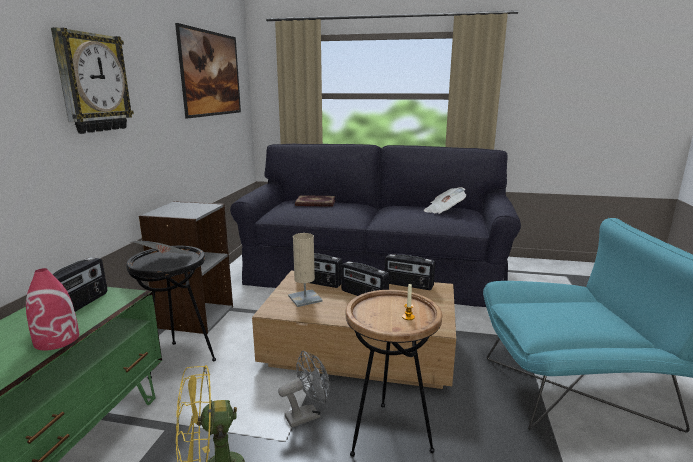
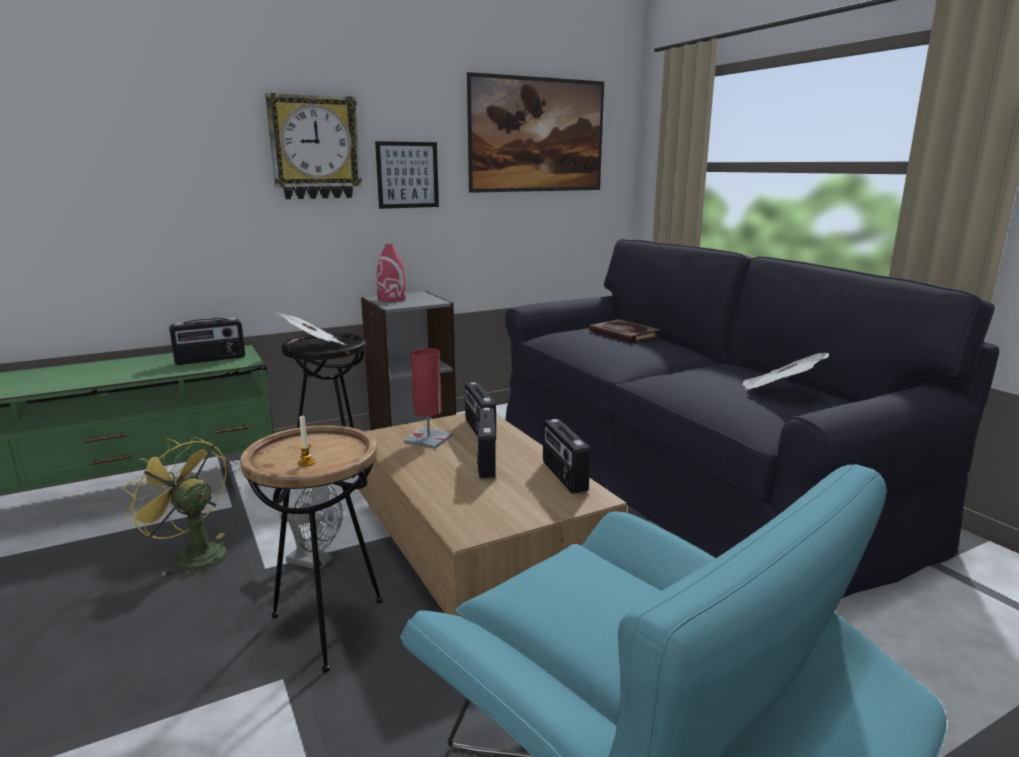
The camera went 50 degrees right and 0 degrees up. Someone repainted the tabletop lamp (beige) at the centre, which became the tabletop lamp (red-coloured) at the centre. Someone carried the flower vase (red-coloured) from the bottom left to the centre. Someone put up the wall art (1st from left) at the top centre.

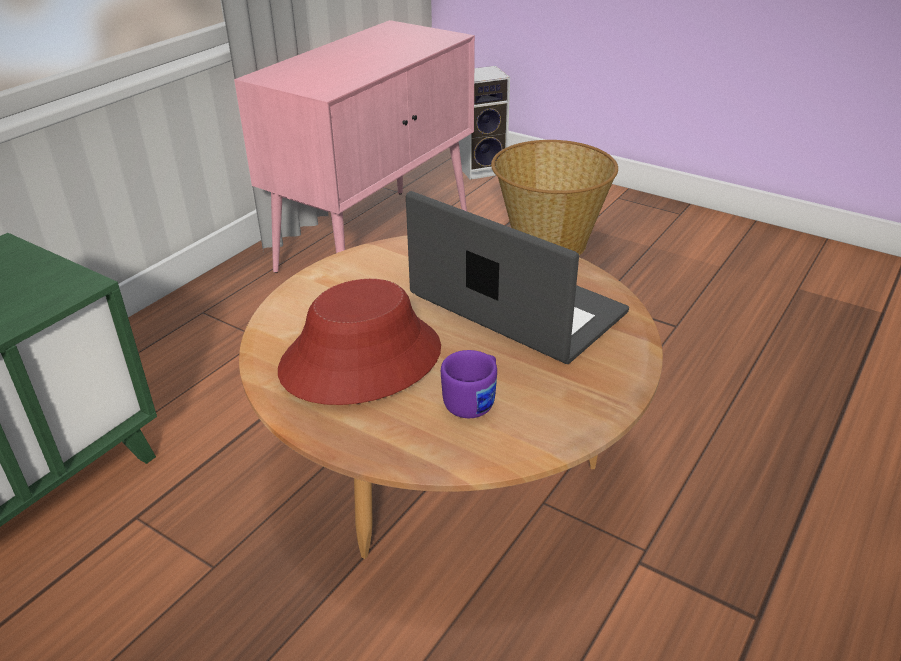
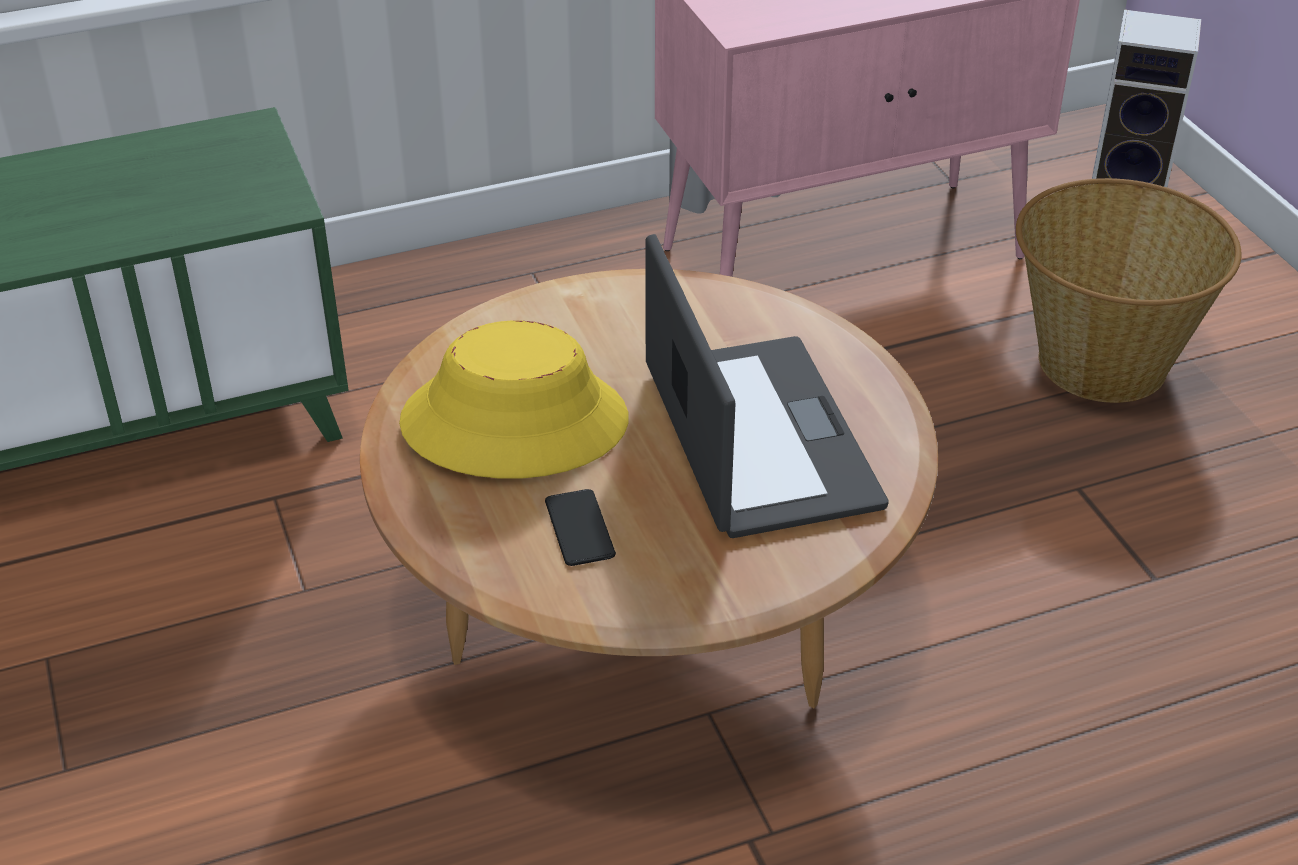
The camera went 35 degrees right and 5 degrees up. Someone repainted the hat (red-coloured) at the centre, which became the hat (yellow-coloured) at the centre. Someone swapped the mug (purple) at the centre for the telephone at the centre.

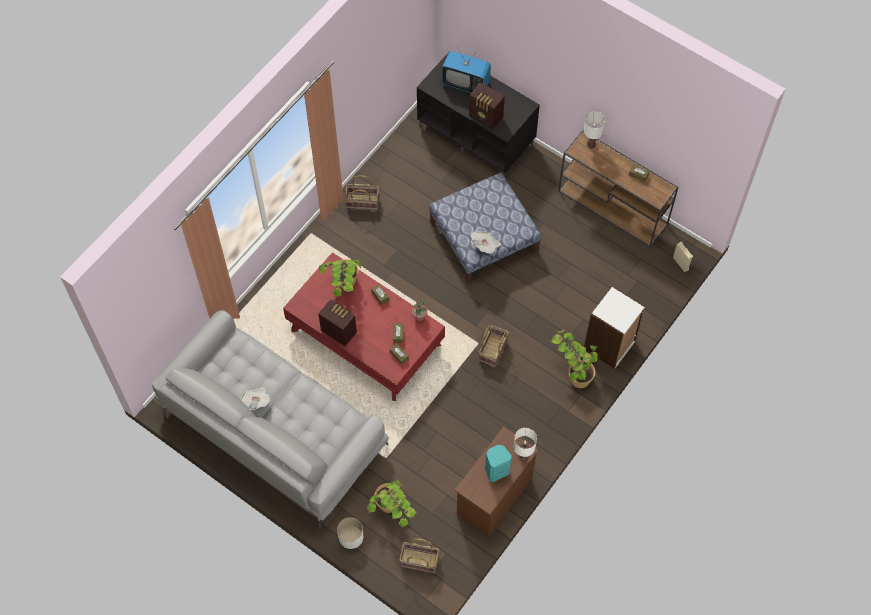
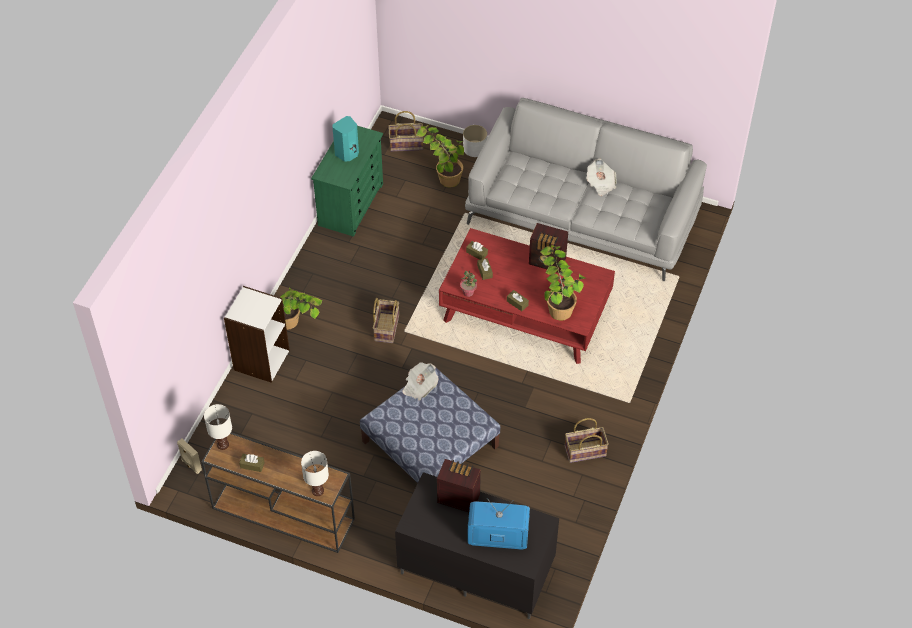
The camera went 165 degrees right and 10 degrees down. Someone repainted the drawer chest (brown-coloured) at the bottom centre, which became the drawer chest (greenish) at the top centre. Someone carried the tabletop lamp (white) (1st from left) from the bottom centre to the bottom left.

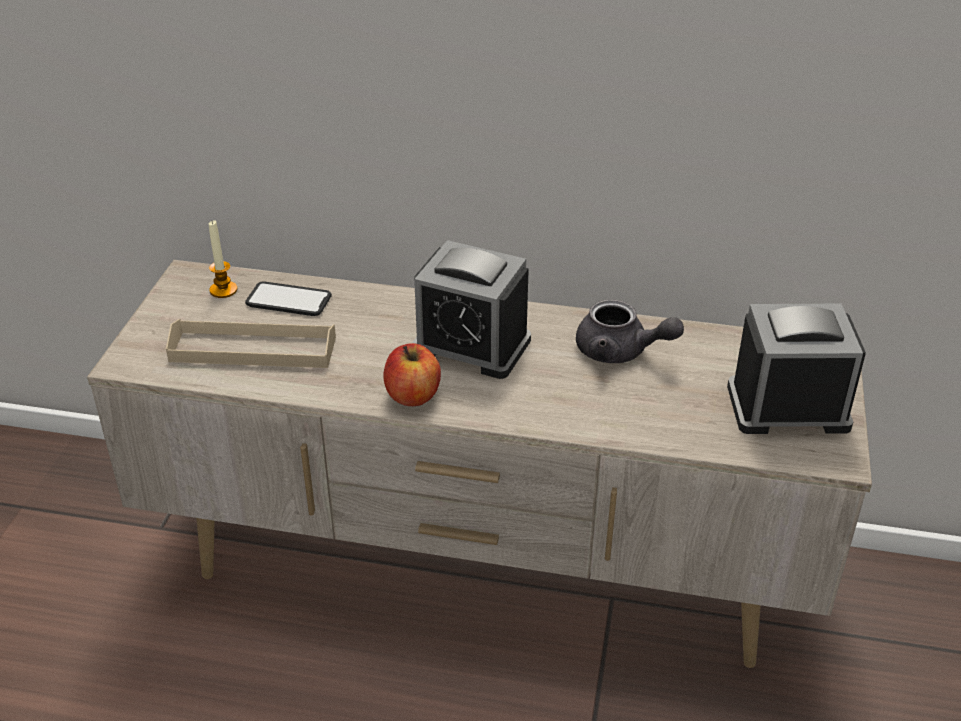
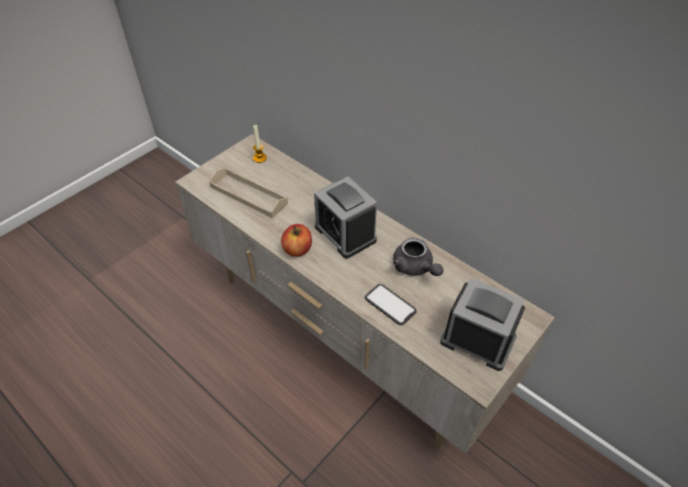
The camera went 30 degrees right and 10 degrees up. Someone carried the telephone from the middle left to the centre.

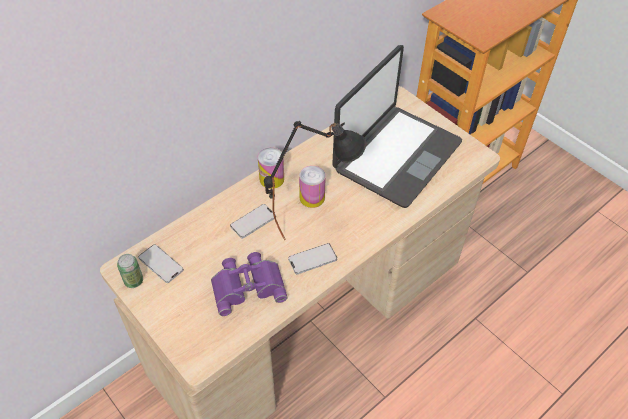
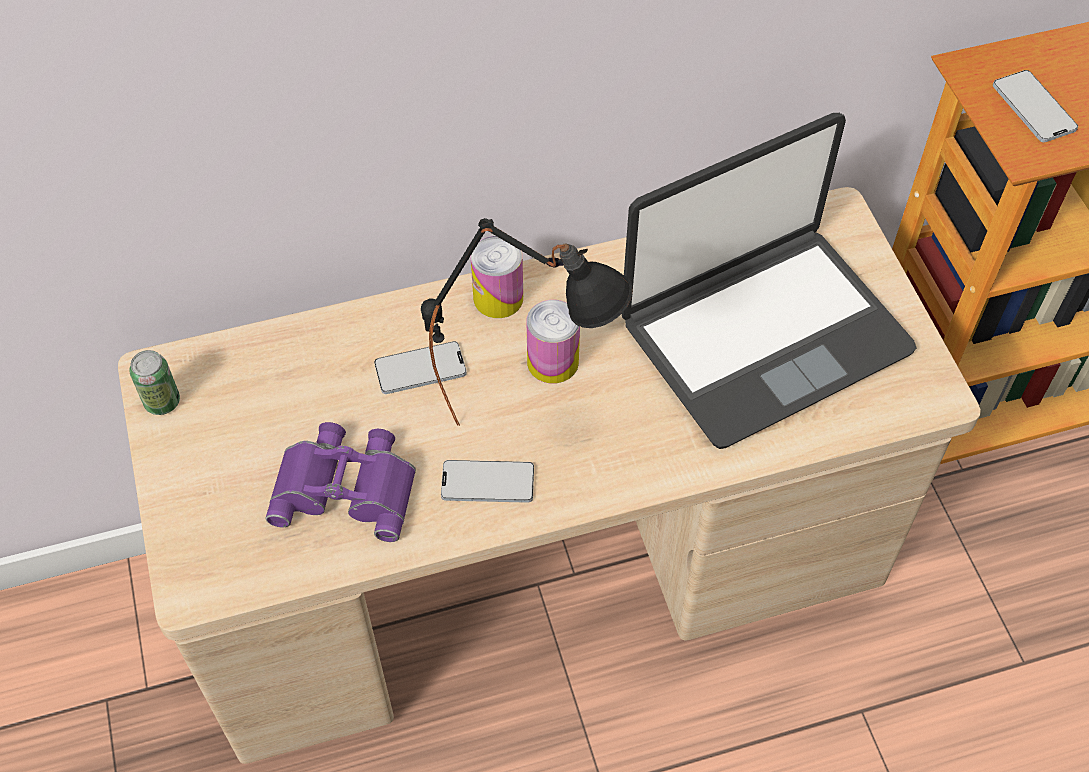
The camera went 25 degrees right and 5 degrees up. Someone carried the telephone (1st from left in the first image) from the middle left to the top right.

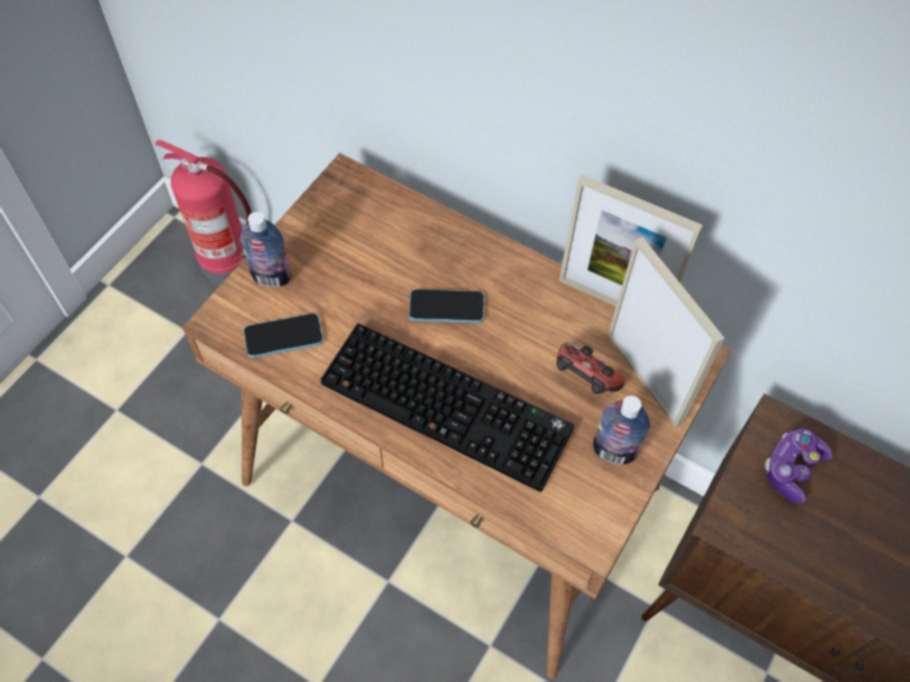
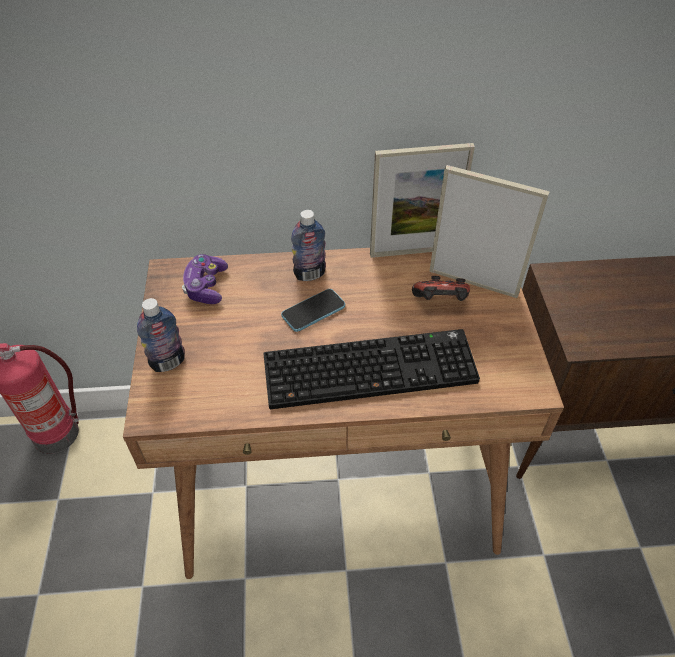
The camera went 35 degrees left and 10 degrees down. Someone took away the telephone (1st from left) at the middle left. Someone carried the beverage bottle (2nd from left) from the middle right to the centre. Someone carried the gamepad (2nd from left in the first image) from the bottom right to the middle left.

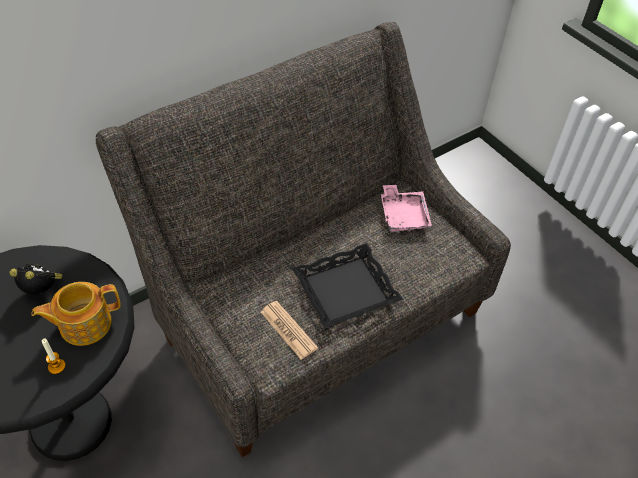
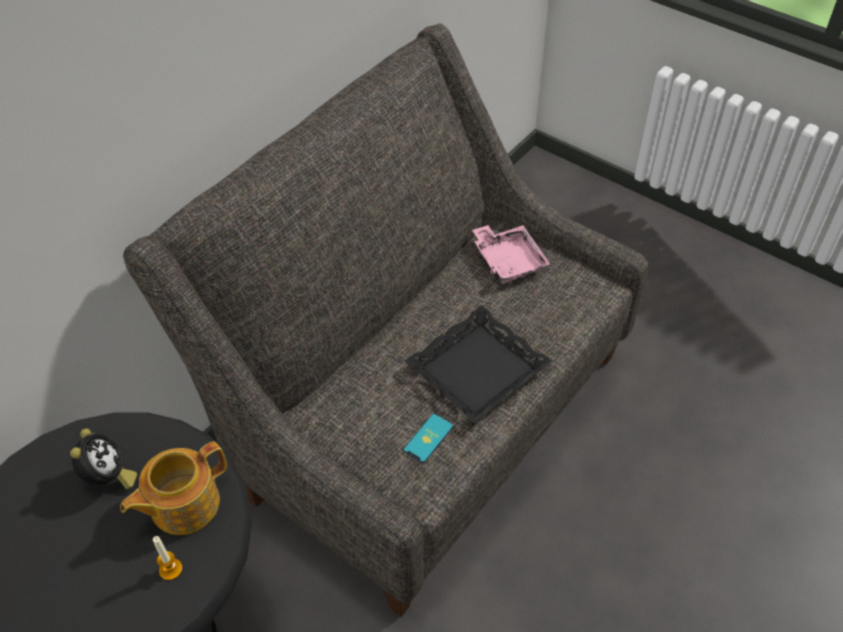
The camera went 15 degrees left and 0 degrees up. Someone rotated the table clock at the middle left by 90 degrees clockwise. Someone swapped the daily paper at the bottom centre for the telephone at the bottom centre.

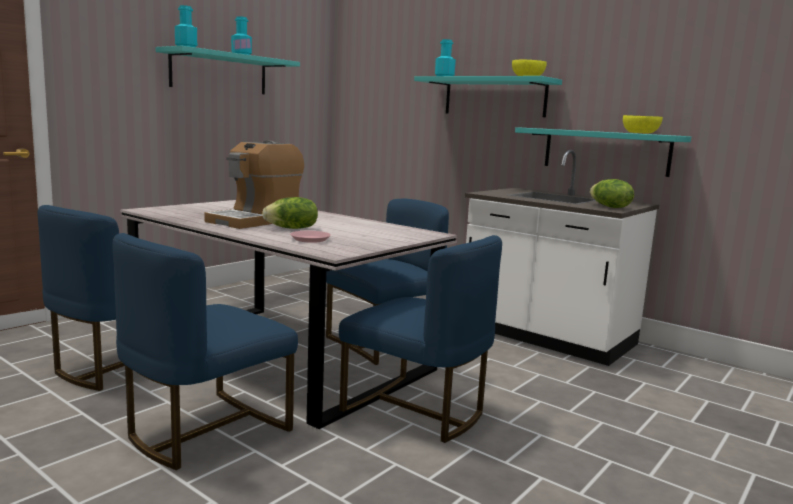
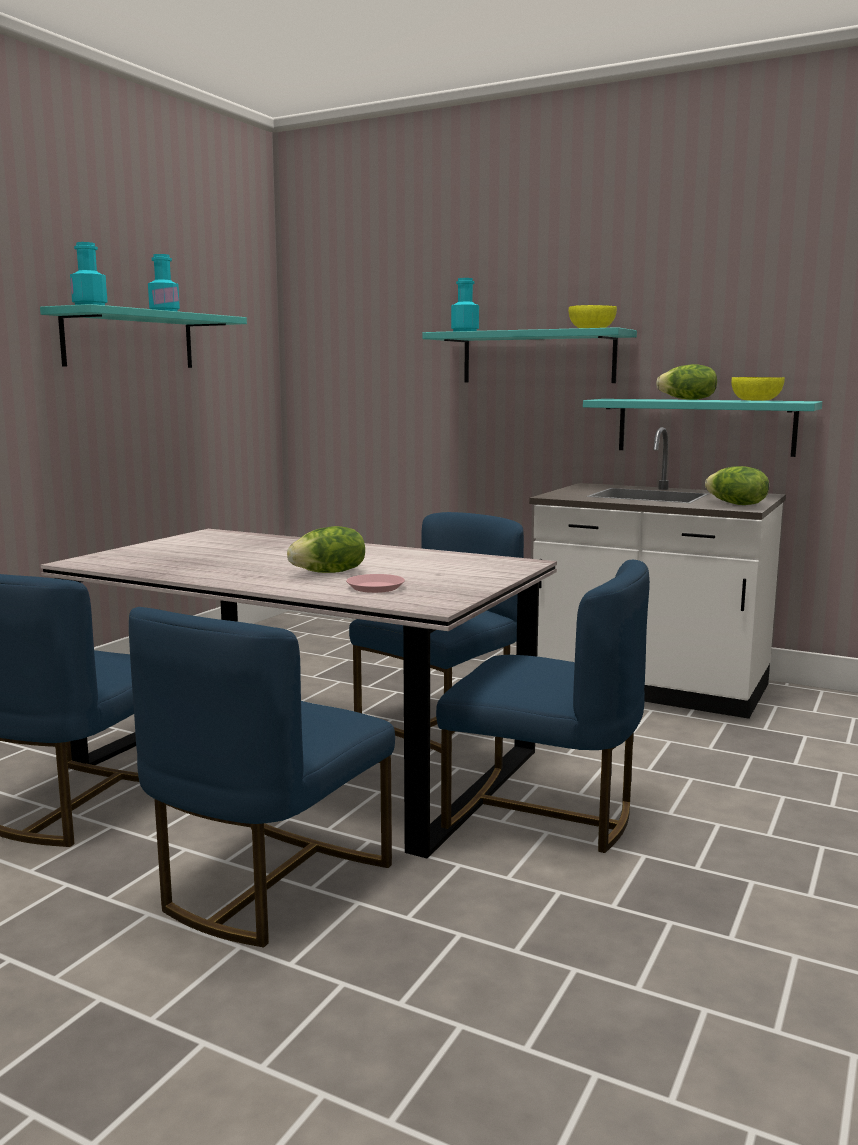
The camera went 10 degrees left and 0 degrees up. Someone took away the coffee machine at the middle left. Someone put down the lettuce head (2nd from left) at the middle right.

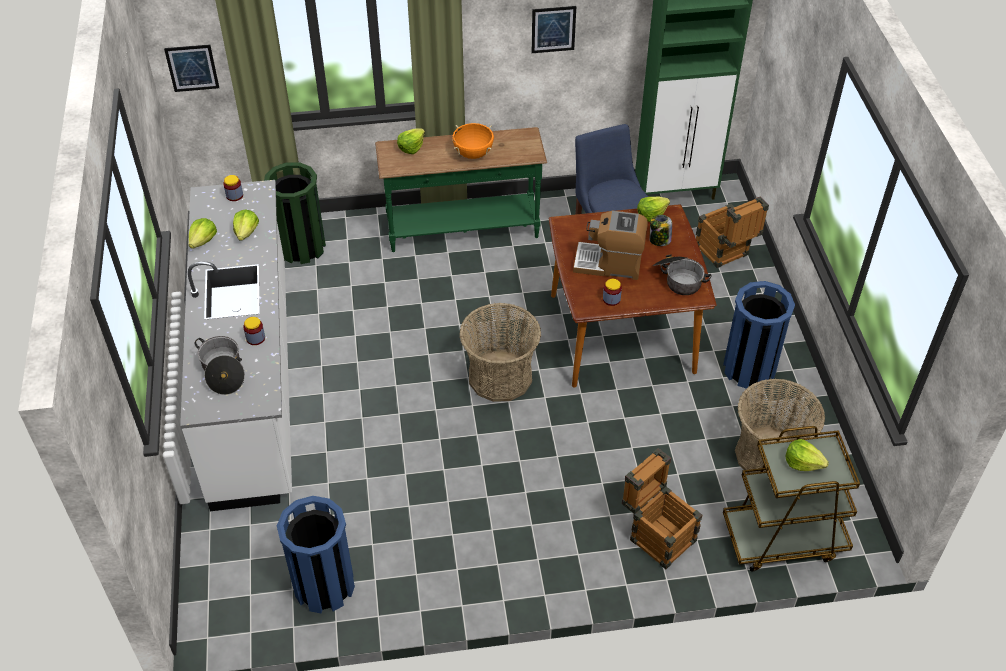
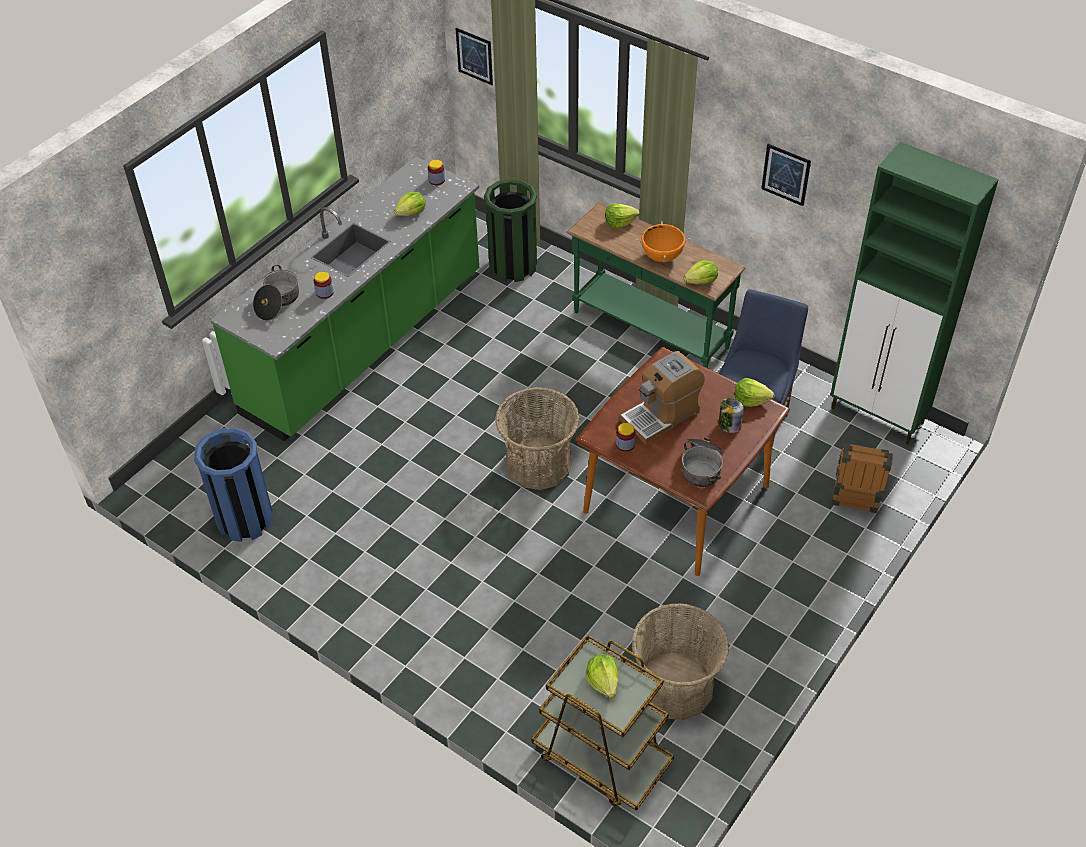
The camera went 45 degrees right and 0 degrees up. Someone repainted the kitchen base unit (white) at the middle left, which became the kitchen base unit (greenish) at the middle left. Someone rotated the coffee machine at the centre by 90 degrees counterclockwise. Someone carried the lettuce head (1st from left in the first image) from the middle left to the top centre. Someone took away the rubbish bin (bluish) (2nd from left) at the middle right. Someone took away the crate (1st from left) at the bottom centre.

